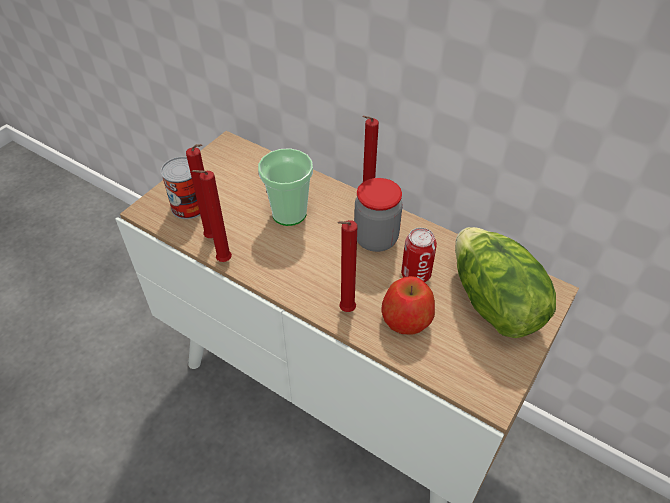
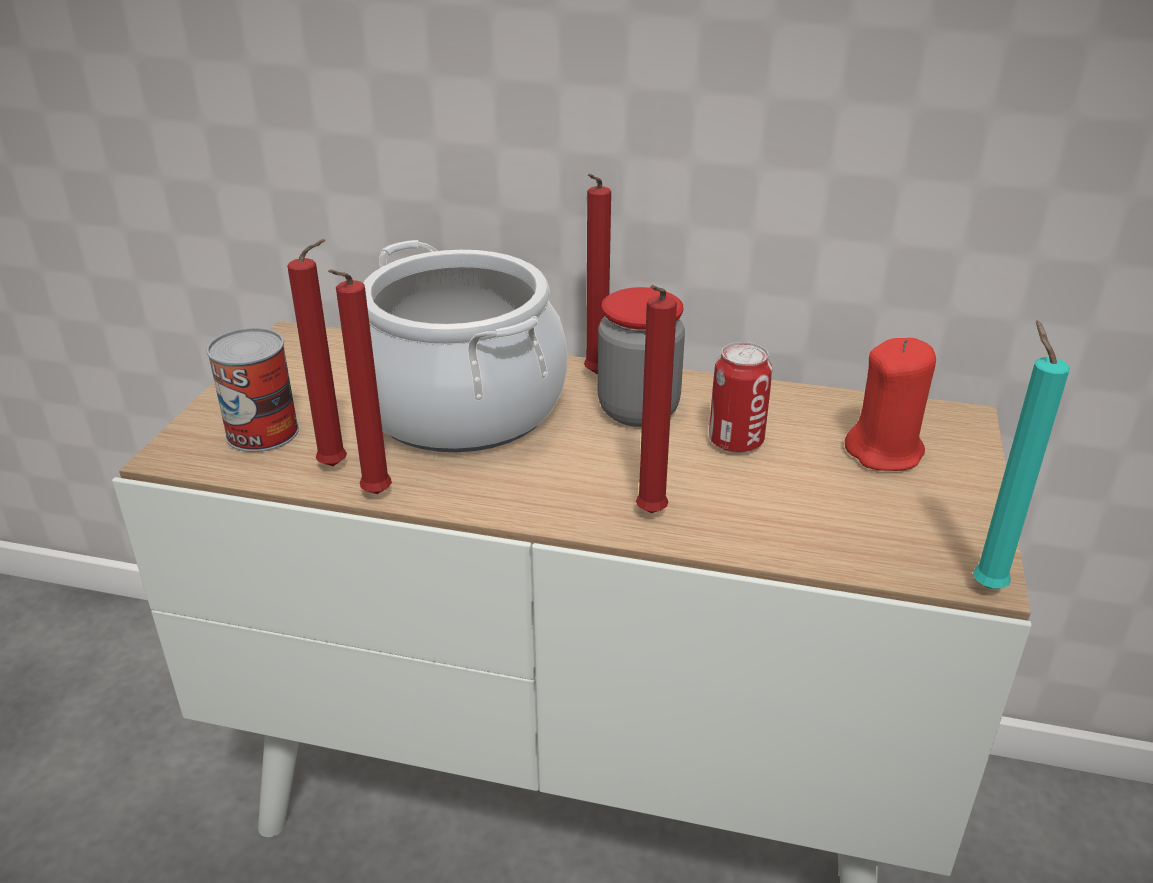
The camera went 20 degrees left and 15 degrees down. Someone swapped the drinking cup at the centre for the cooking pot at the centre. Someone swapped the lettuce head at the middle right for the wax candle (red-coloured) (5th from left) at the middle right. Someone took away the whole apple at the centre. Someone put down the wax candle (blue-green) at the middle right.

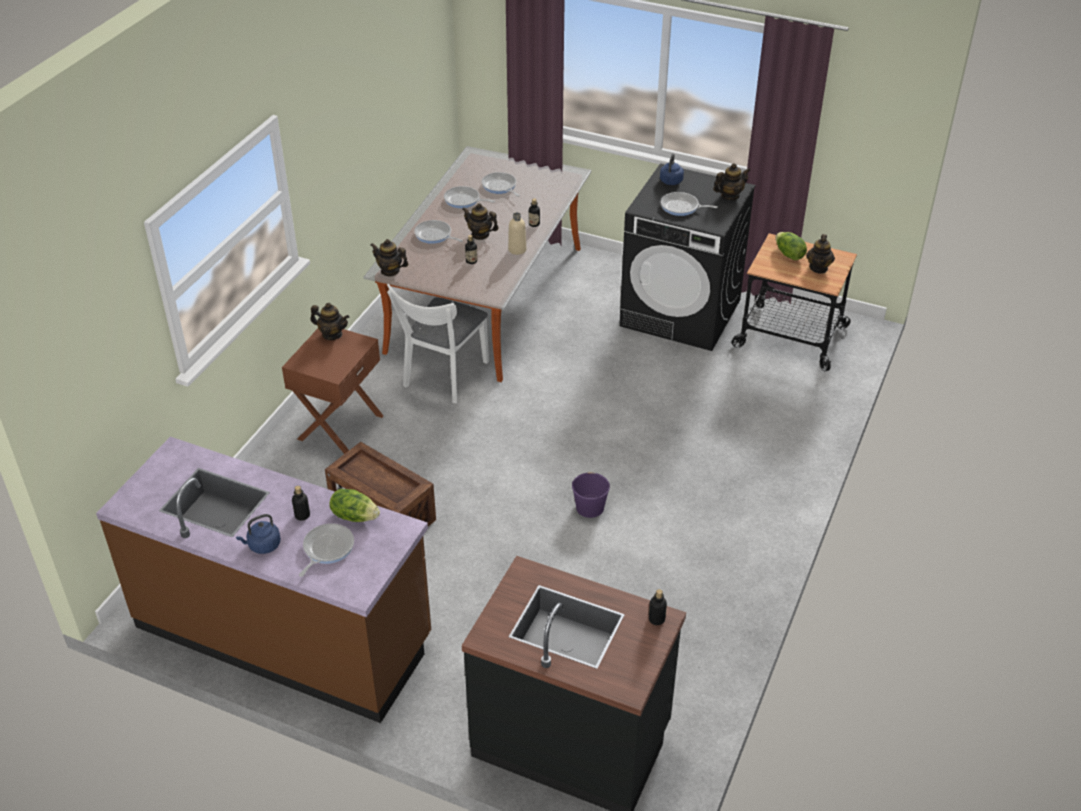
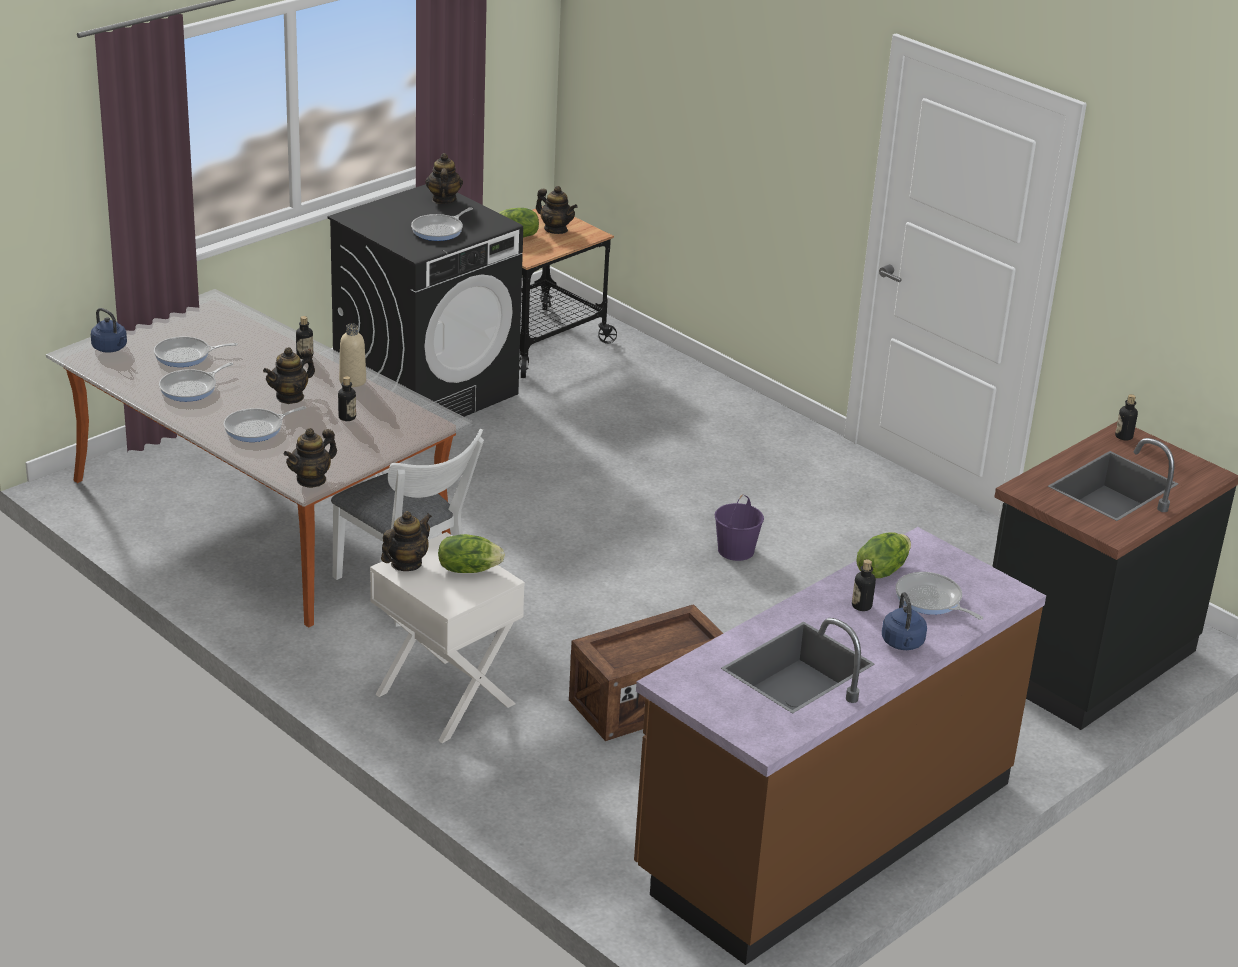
The camera went 70 degrees left and 10 degrees down. Someone carried the water kettle (bluish) (2nd from left in the first image) from the top centre to the middle left. Someone repainted the nightstand (brown-coloured) at the middle left, which became the nightstand (white) at the centre. Someone put down the lettuce head (1st from left) at the centre.

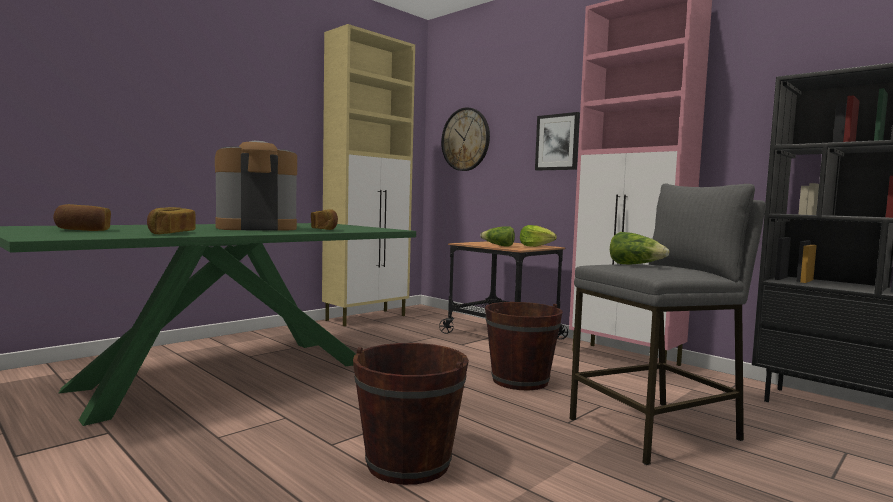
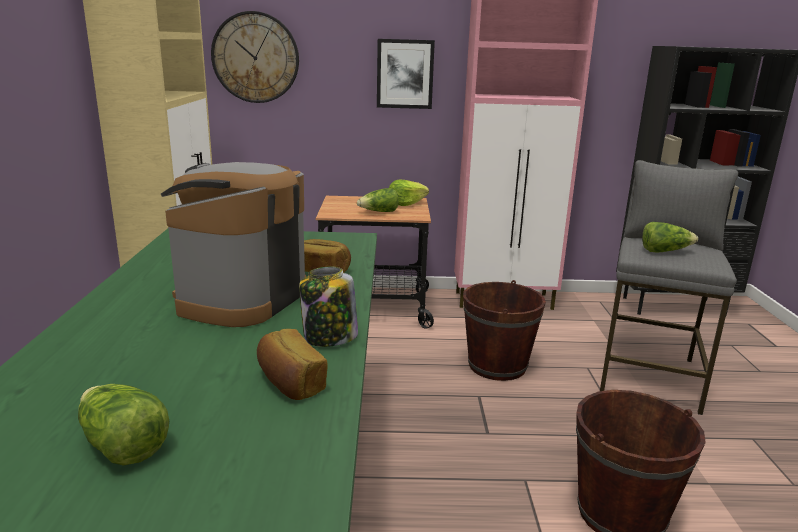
The camera went 45 degrees left and 15 degrees up. Someone swapped the baked bread (1st from left) at the middle left for the lettuce head (1st from left) at the bottom left. Someone put down the preserve jar at the centre.

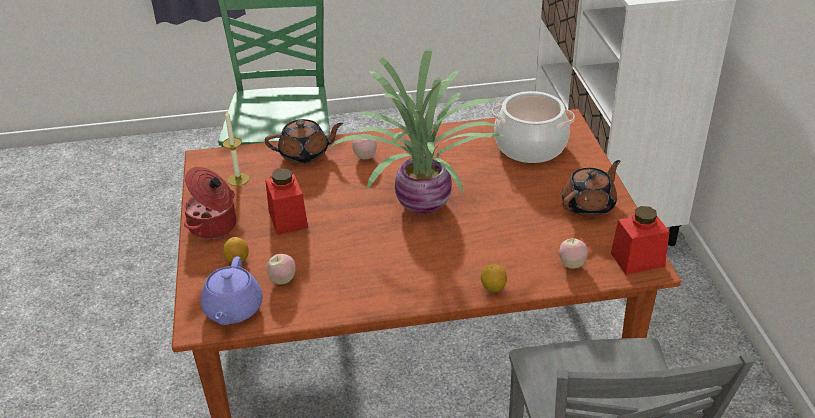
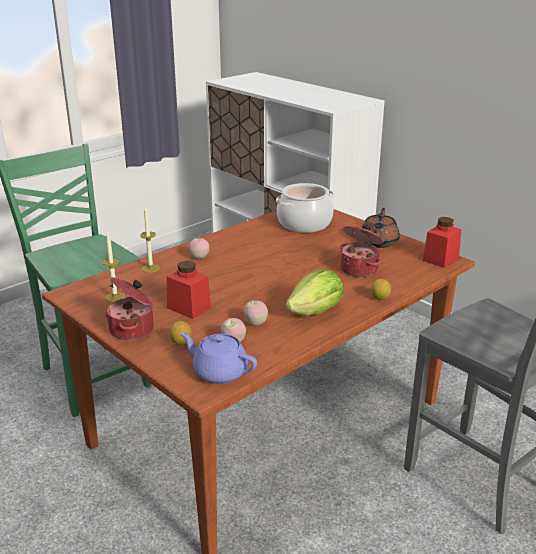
The camera went 35 degrees left and 10 degrees down. Someone took away the potted plant at the top centre. Someone swapped the teapot (brown-coloured) (1st from left) at the centre for the wax candle (2nd from left) at the middle left. Someone carried the whole apple (3rd from left) from the middle right to the centre. Someone rotated the teapot (purple) at the bottom left by 150 degrees clockwise. Someone put down the cooking pot (3rd from left) at the middle right. Someone put down the lettuce head at the centre.

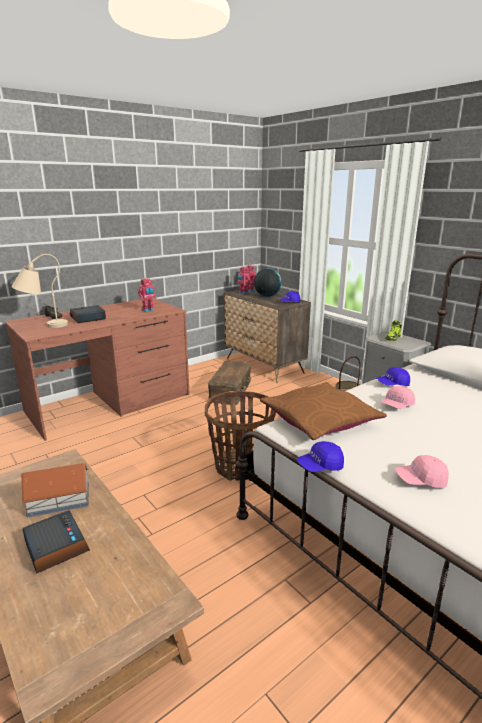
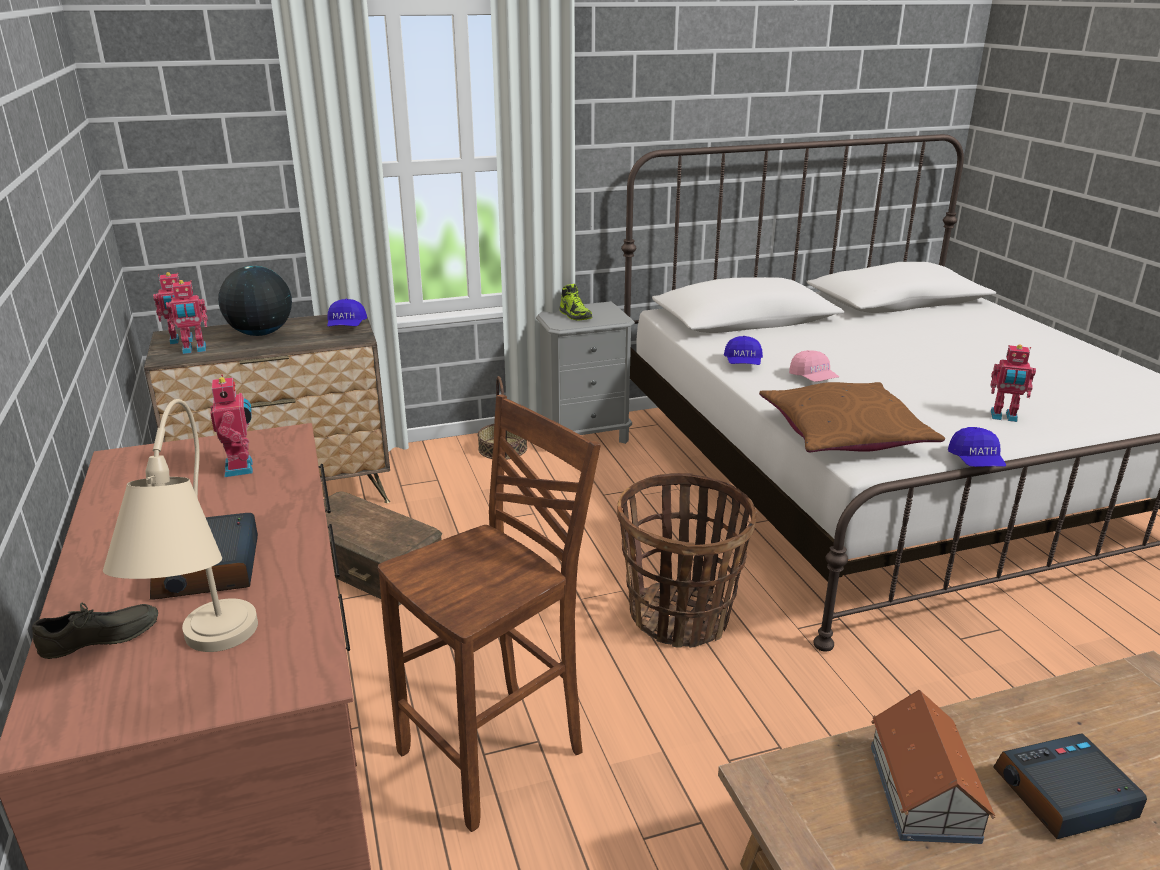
The camera went 70 degrees left and 5 degrees up. Someone swapped the peaked cap (pinkish) (2nd from left) at the middle right for the toy robot (4th from left) at the middle right. Someone put down the stool seat (brown-coloured) at the bottom centre.

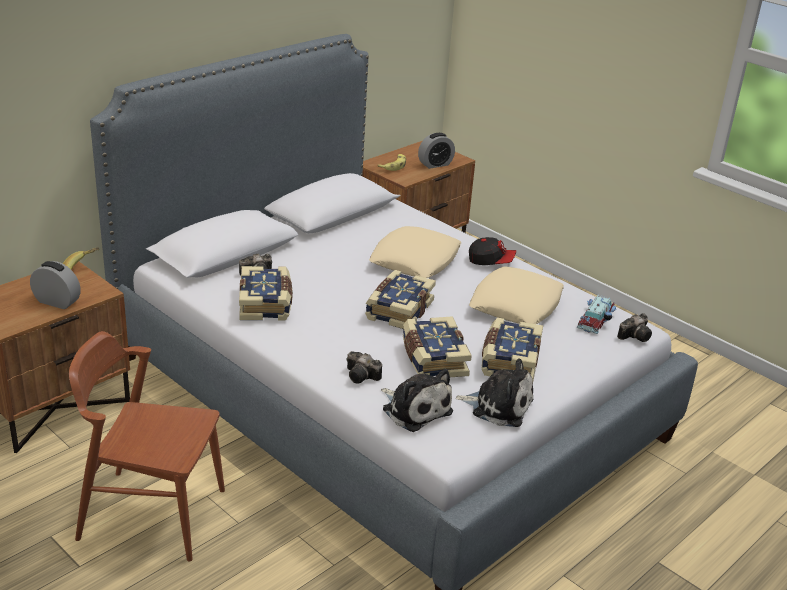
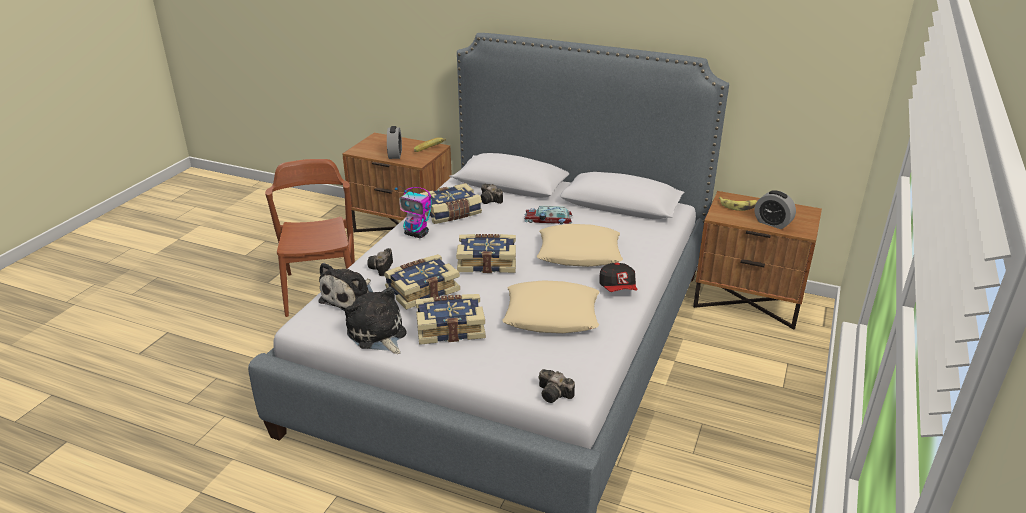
The camera went 70 degrees right and 0 degrees up. Someone carried the miniature car from the middle right to the centre. Someone rotated the cuddly toy (2nd from left) at the centre by 150 degrees clockwise. Someone put down the toy robot at the centre.

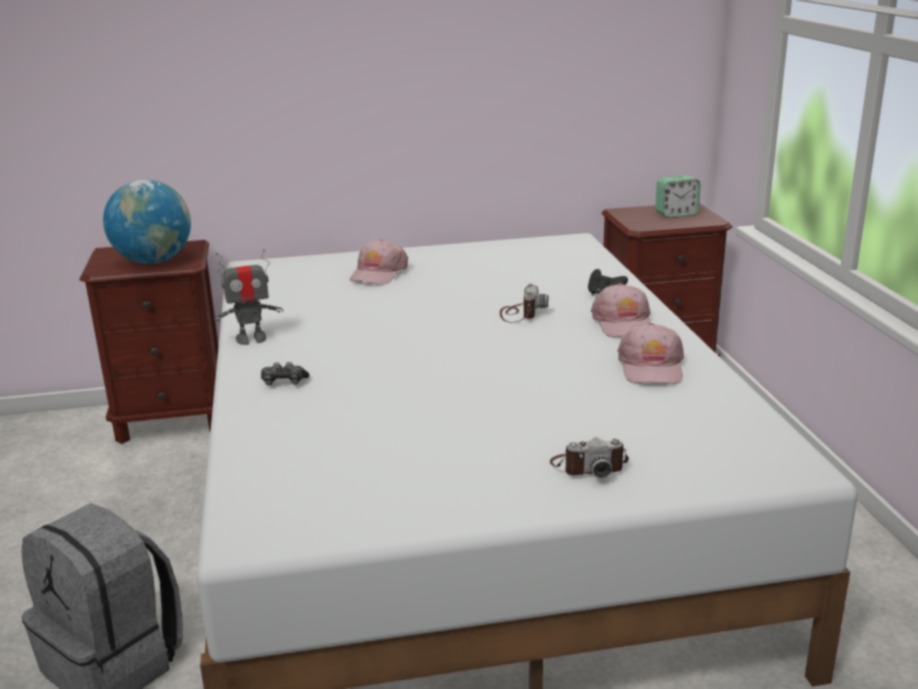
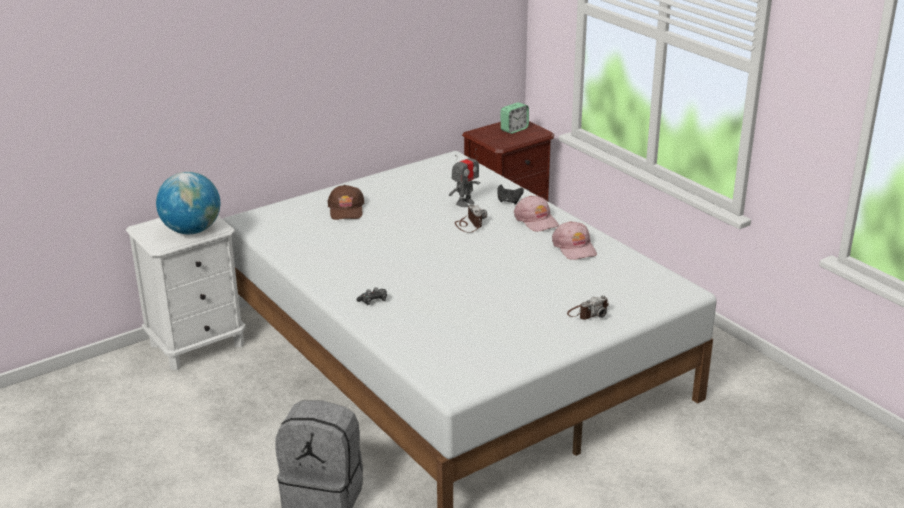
The camera went 25 degrees left and 5 degrees up. Someone repainted the peaked cap (pinkish) (1st from left) at the centre, which became the peaked cap (brown-coloured) at the centre. Someone repainted the nightstand (brown-coloured) (1st from left) at the middle left, which became the nightstand (white) at the middle left. Someone carried the toy robot from the middle left to the centre.

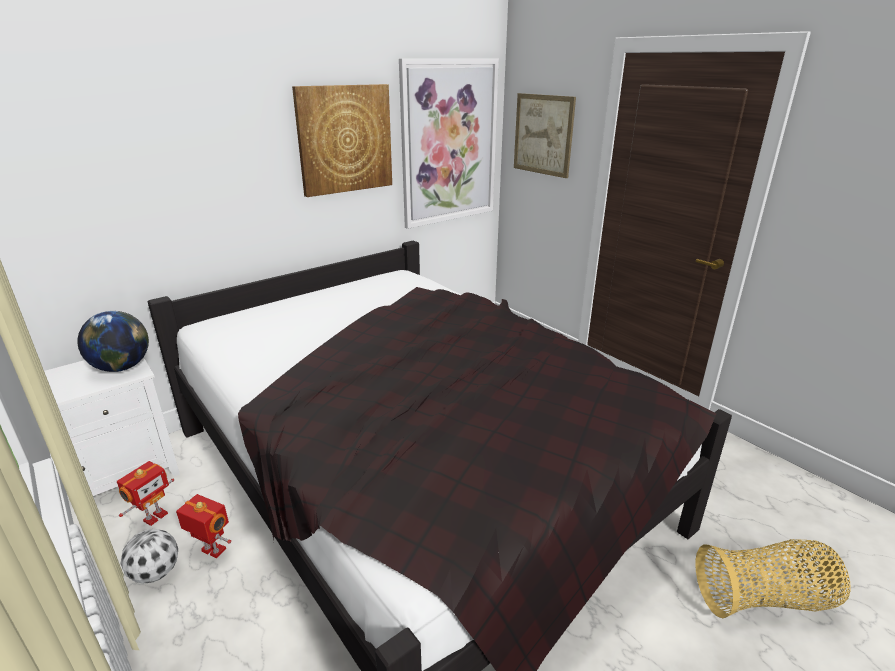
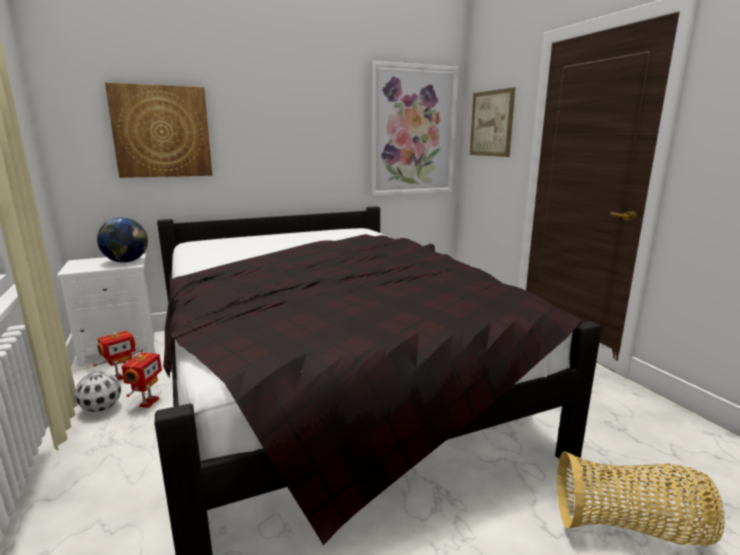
The camera went 15 degrees right and 10 degrees down. Someone carried the wall art (1st from left) from the top centre to the top left. Someone rotated the toy robot (2nd from left) at the bottom left by 60 degrees clockwise.

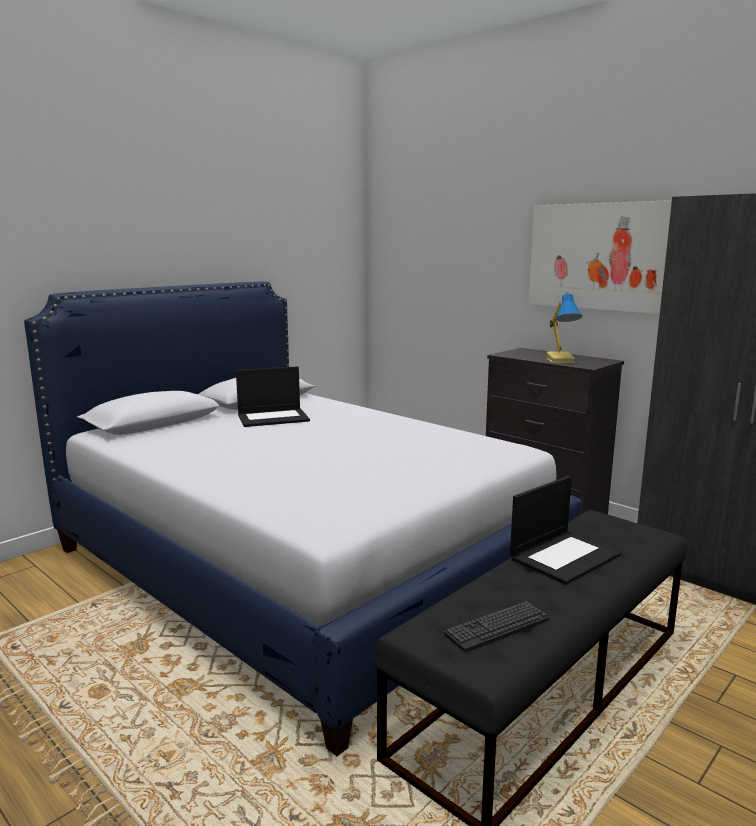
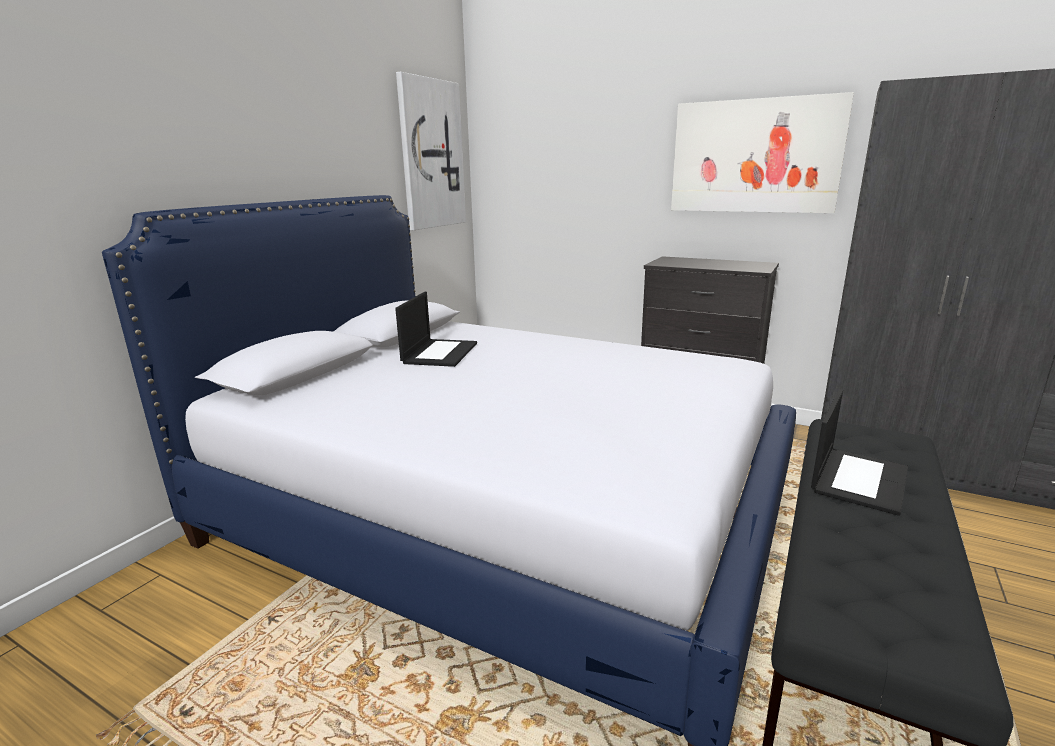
The camera went 15 degrees left and 5 degrees up. Someone took away the tabletop lamp at the middle right. Someone rotated the portable computer (1st from left) at the centre by 45 degrees counterclockwise. Someone took away the PC keyboard at the bottom centre. Someone put up the wall art (1st from left) at the top centre.

